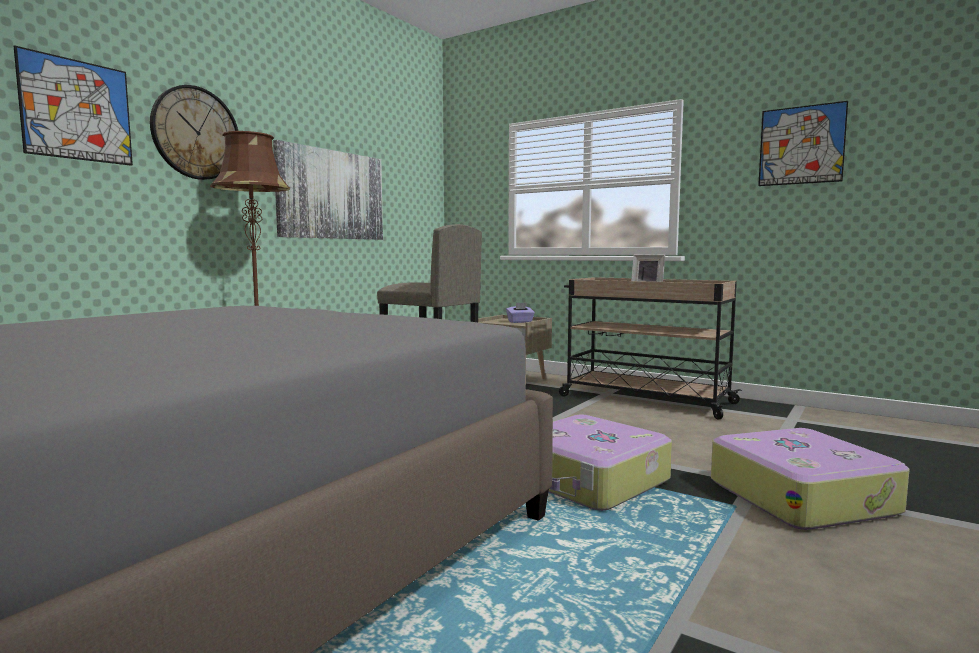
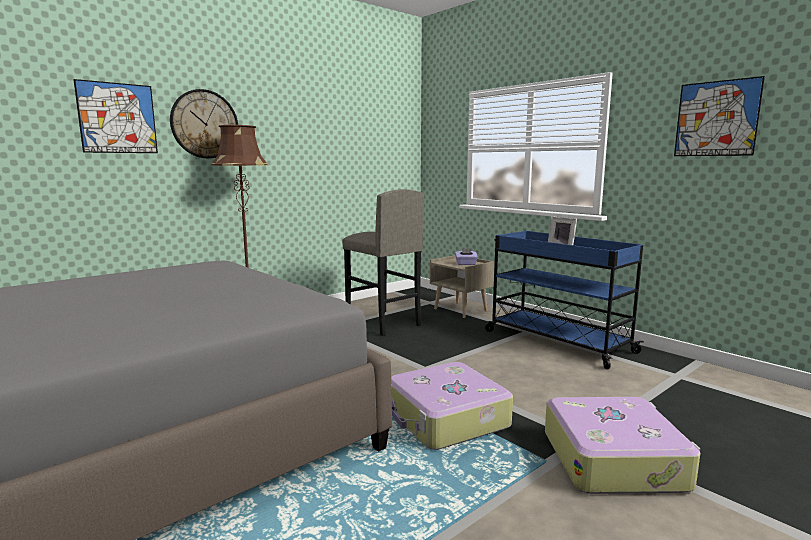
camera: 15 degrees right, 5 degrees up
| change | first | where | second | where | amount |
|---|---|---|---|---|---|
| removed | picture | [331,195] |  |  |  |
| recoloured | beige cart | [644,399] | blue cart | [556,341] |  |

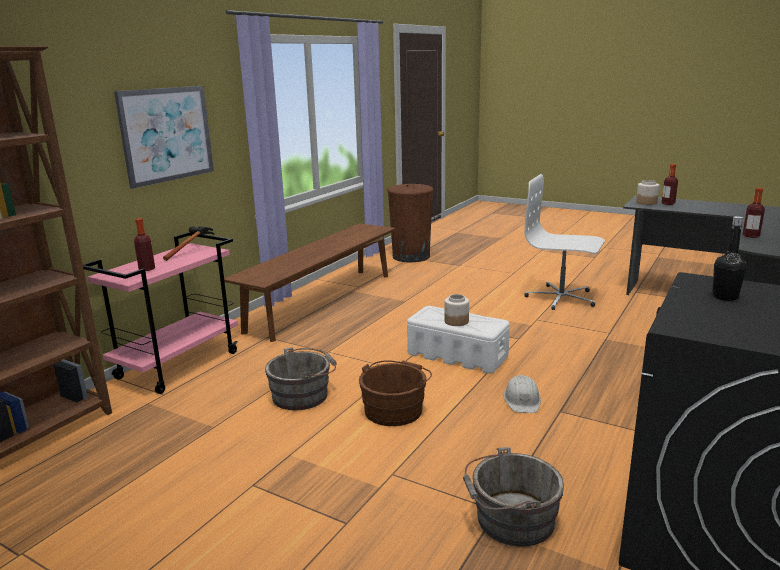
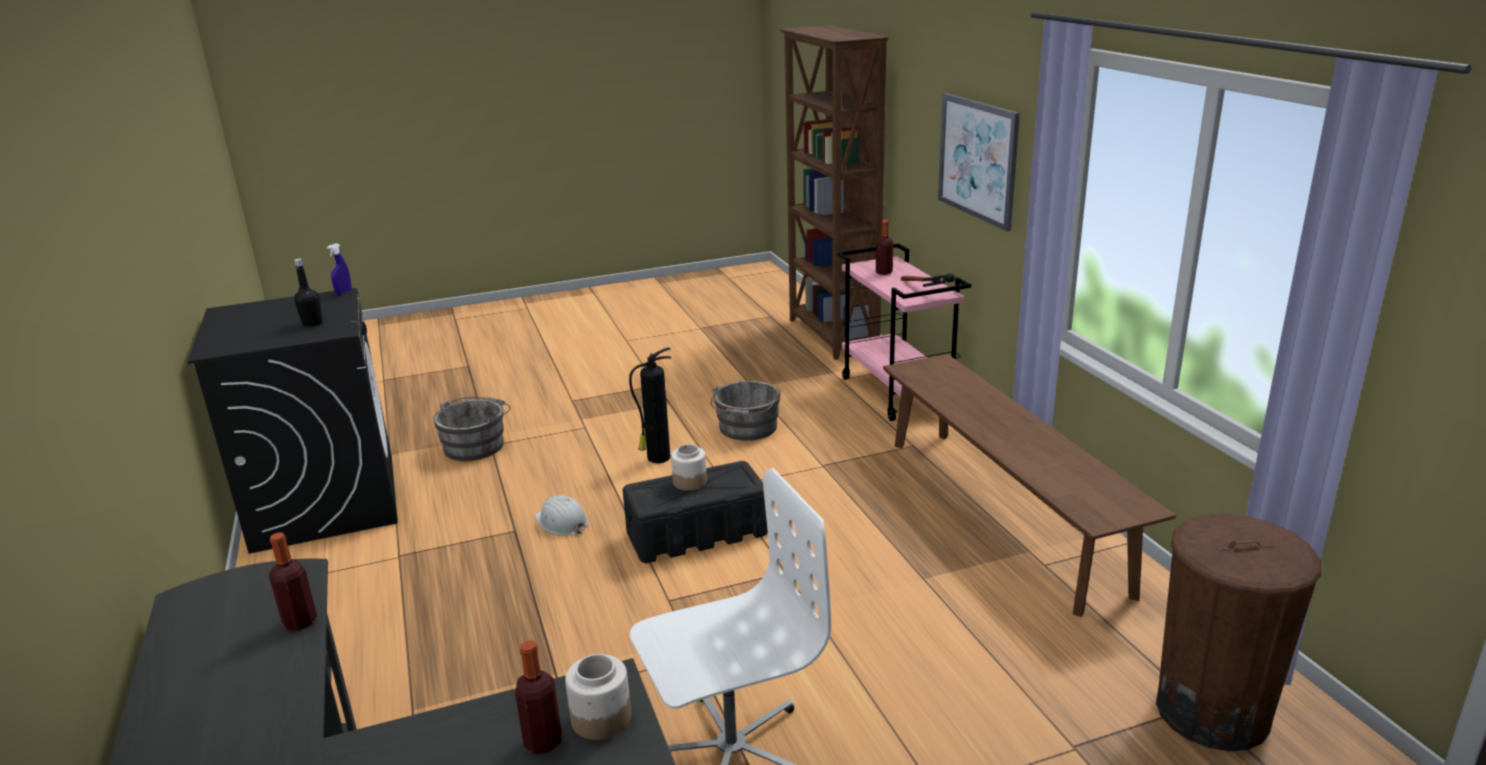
camera: 130 degrees right, 5 degrees up
| change | first | where | second | where | amount |
|---|---|---|---|---|---|
| replaced | brown bucket | [395,409] | fire extinguisher | [657,458] |  |
| recoloured | white storage box | [456,355] | black storage box | [698,533] |  |
| added |  |  | blue spray bottle | [343,292] |  |

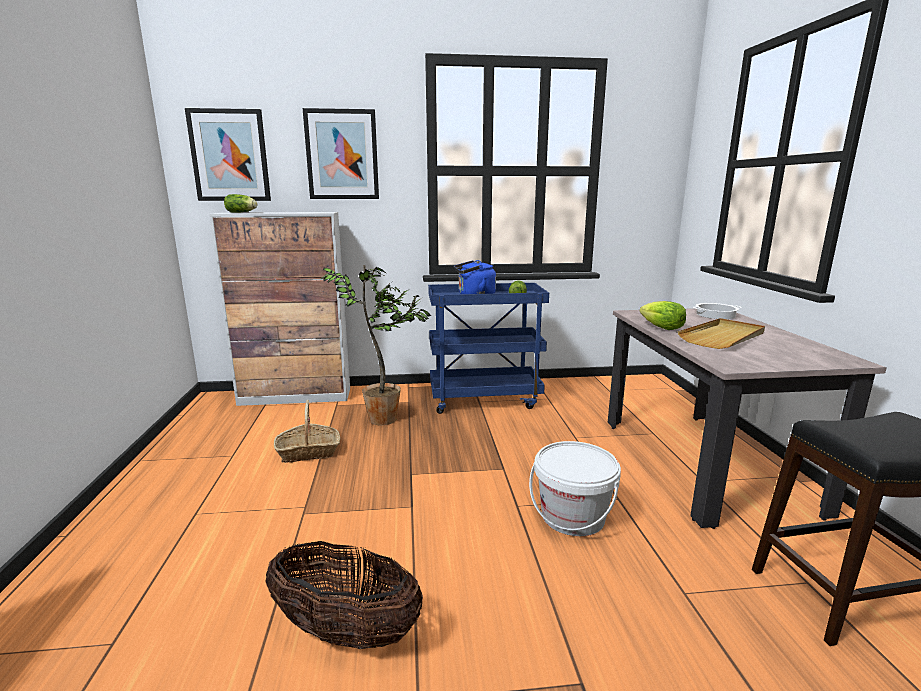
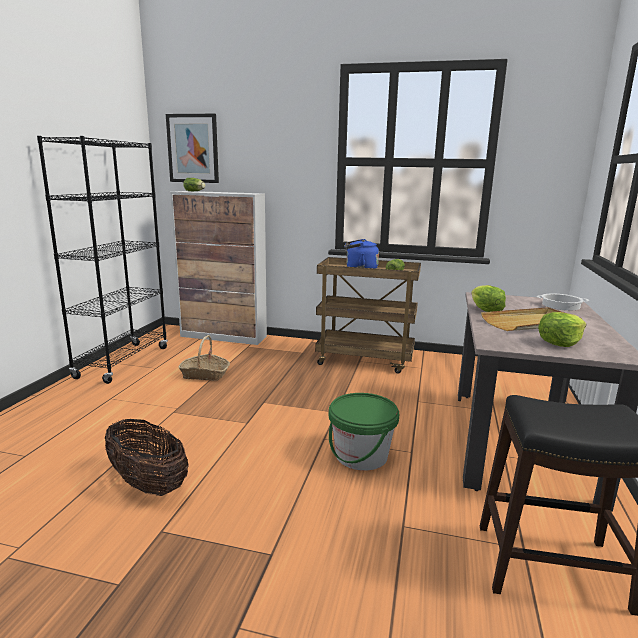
camera: 20 degrees right, 0 degrees up
| change | first | where | second | where | amount |
|---|---|---|---|---|---|
| removed | picture | [342,155] |  |  |  |
| removed | potted plant | [387,419] |  |  |  |
| recoloured | blue cart | [485,399] | brown cart | [366,360] |  |
| recoloured | white bucket | [572,516] | green bucket | [361,455] |  |
| added |  |  | black bookcase | [123,362] |  |
| added |  |  | lettuce | [560,342] |  |

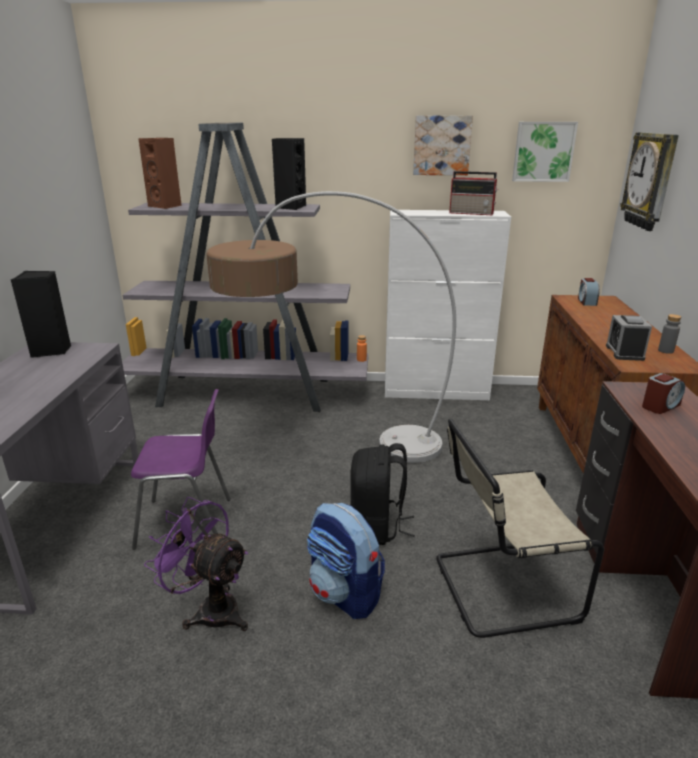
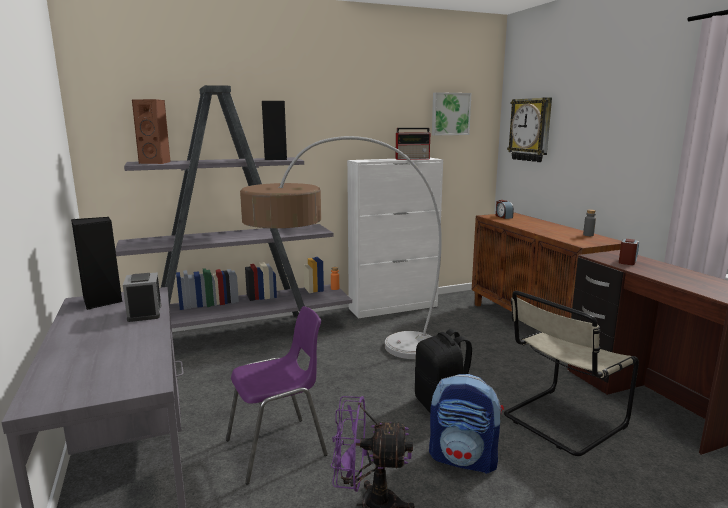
camera: 25 degrees left, 10 degrees down
| change | first | where | second | where | amount |
|---|---|---|---|---|---|
| removed | picture | [441,145] |  |  |  |
| moved | alarm clock | [624,352] |  | [144,313] |  |

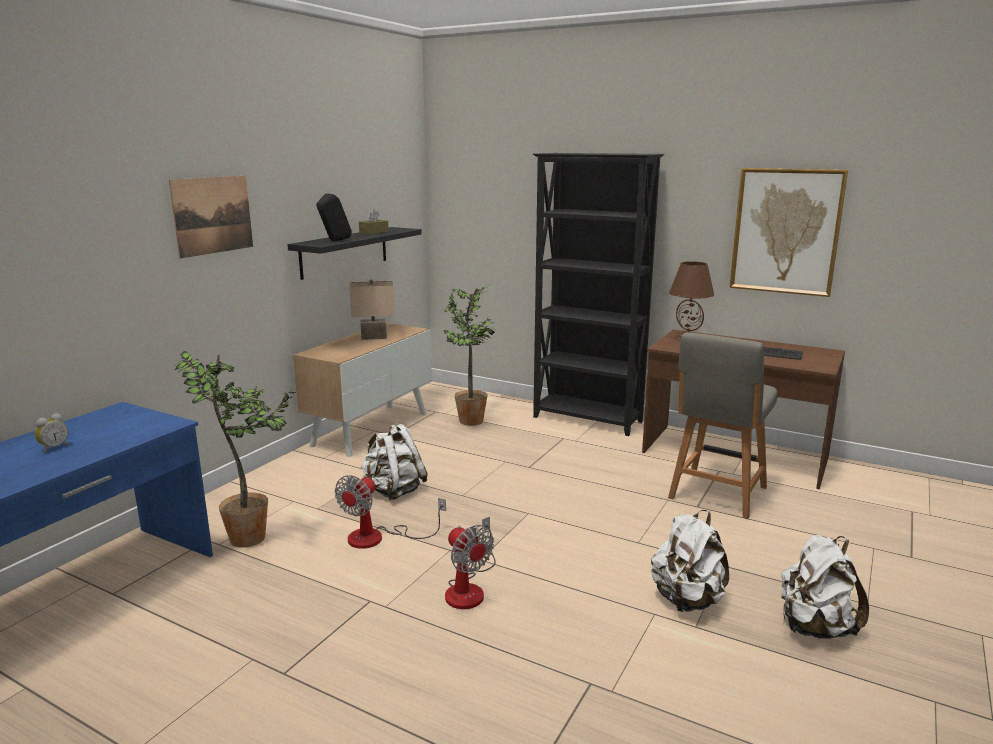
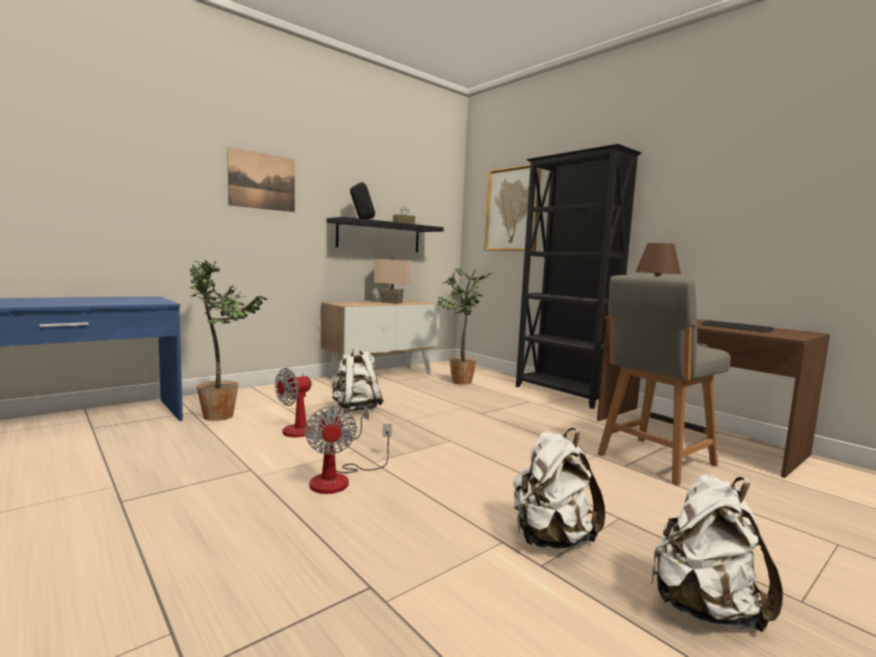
camera: 20 degrees right, 10 degrees down
| change | first | where | second | where | amount |
|---|---|---|---|---|---|
| removed | alarm clock | [53,448] |  |  |  |
| moved | picture | [786,231] |  | [512,209] |  |

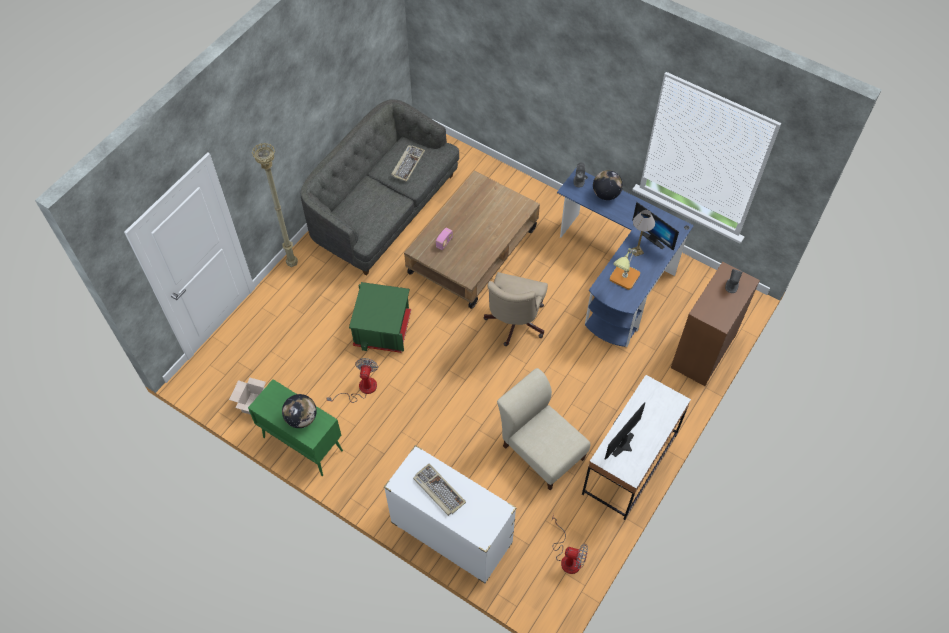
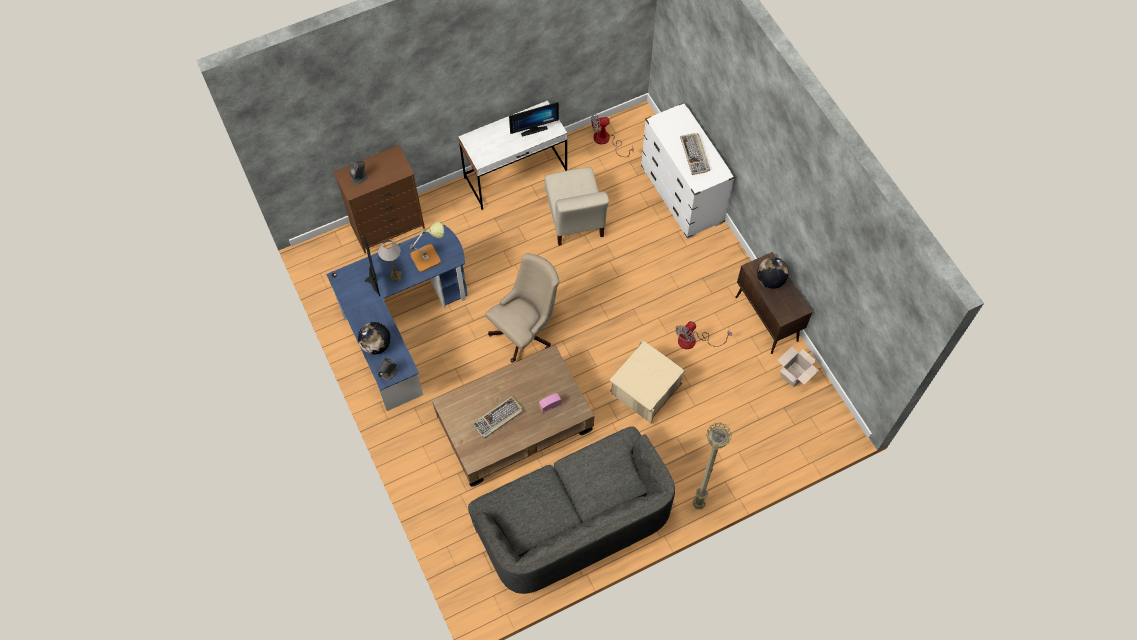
camera: 150 degrees left, 5 degrees up
| change | first | where | second | where | amount |
|---|---|---|---|---|---|
| recoloured | green cabinet | [302,443] | brown cabinet | [767,319] |  |
| recoloured | green storage box | [383,327] | beige storage box | [644,389] |  |
| moved | keyboard | [407,164] |  | [498,418] |  |
| turned | fan | [568,557] |  | [606,141] | 60 degrees counterclockwise |

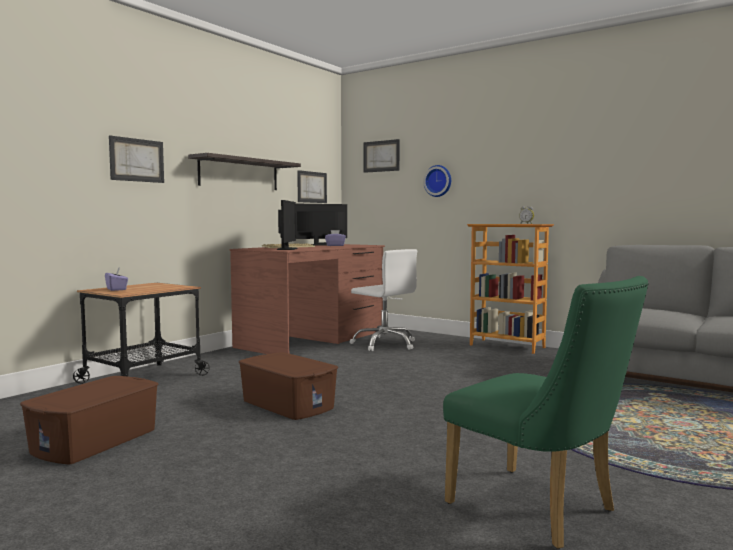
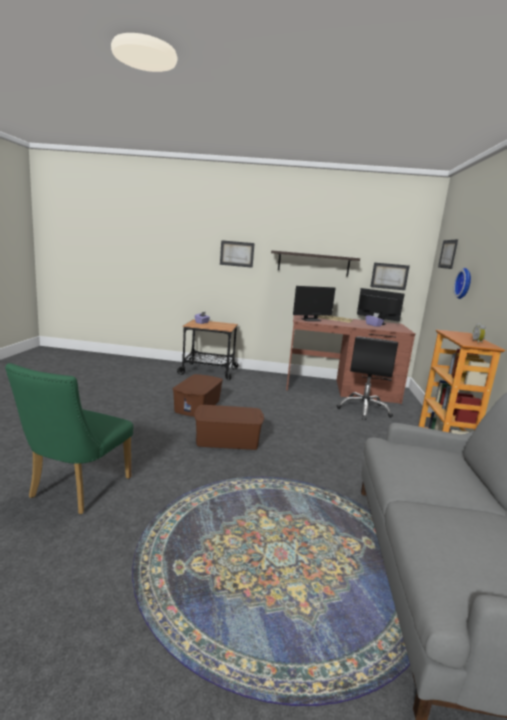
camera: 60 degrees right, 10 degrees up
| change | first | where | second | where | amount |
|---|---|---|---|---|---|
| moved | brown storage box | [96,441] |  | [227,440] |  |
| recoloured | white office chair | [385,344] | black office chair | [364,410] |  |

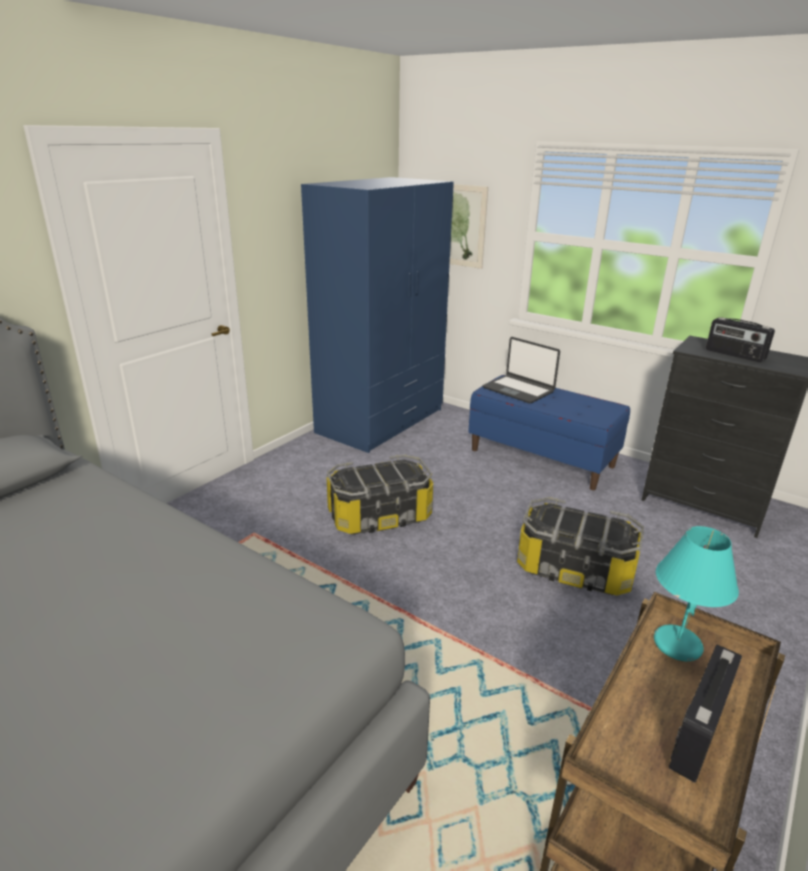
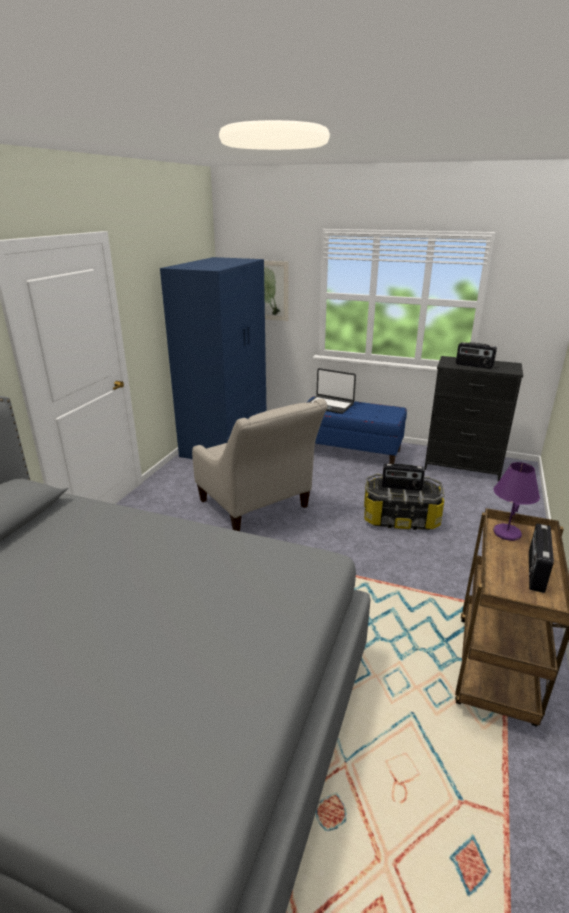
camera: 15 degrees left, 0 degrees up
| change | first | where | second | where | amount |
|---|---|---|---|---|---|
| replaced | storage box | [379,516] | beige armchair | [257,507] |  |
| recoloured | turquoise table lamp | [676,644] | purple table lamp | [506,533] |  |
| added |  |  | radio | [401,487] |  |

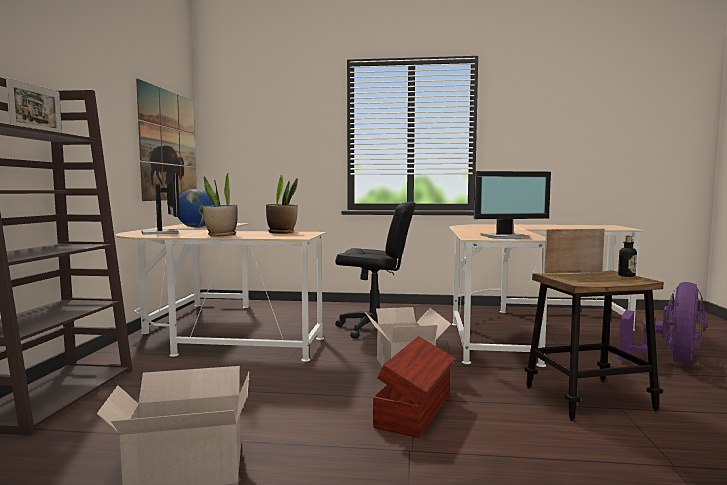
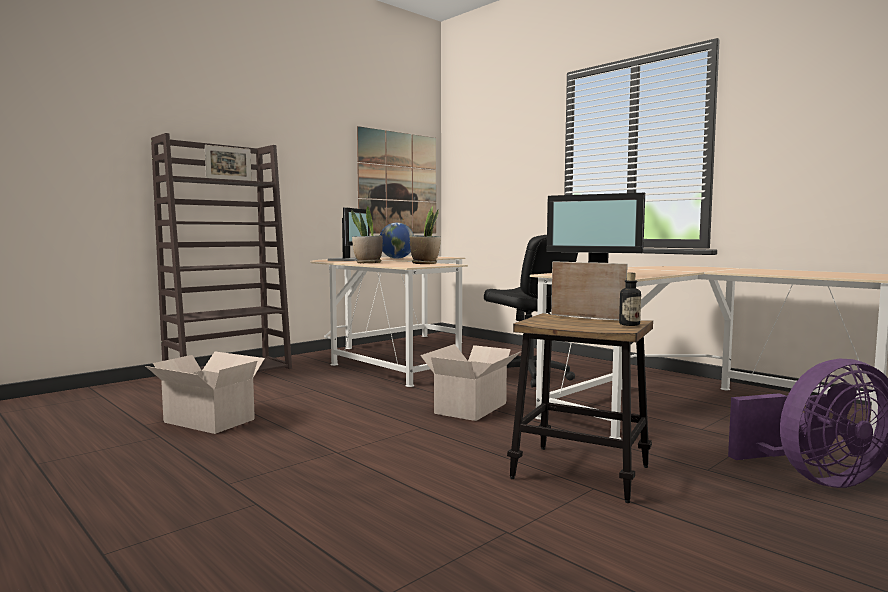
camera: 40 degrees right, 0 degrees up
| change | first | where | second | where | amount |
|---|---|---|---|---|---|
| removed | brown storage box | [415,411] |  |  |  |

